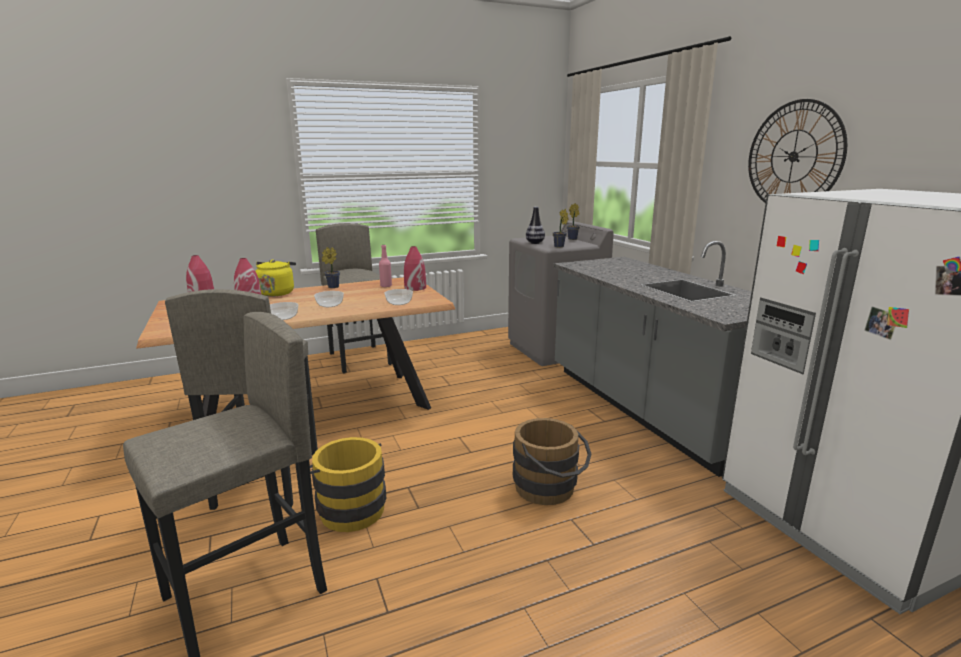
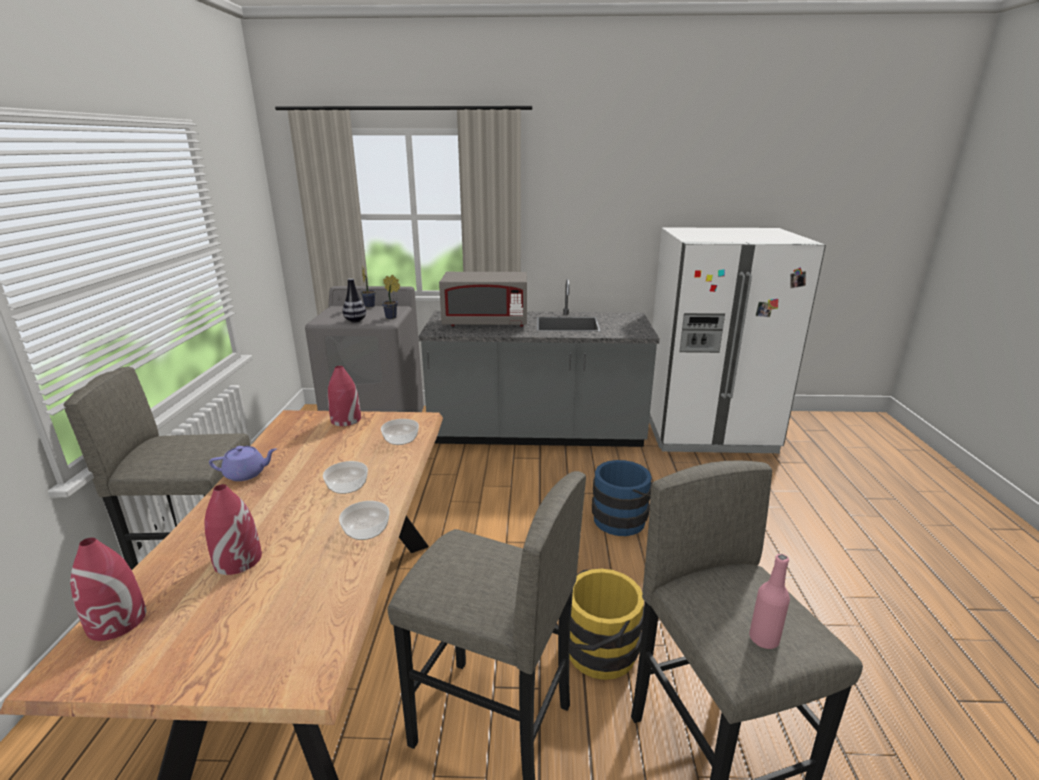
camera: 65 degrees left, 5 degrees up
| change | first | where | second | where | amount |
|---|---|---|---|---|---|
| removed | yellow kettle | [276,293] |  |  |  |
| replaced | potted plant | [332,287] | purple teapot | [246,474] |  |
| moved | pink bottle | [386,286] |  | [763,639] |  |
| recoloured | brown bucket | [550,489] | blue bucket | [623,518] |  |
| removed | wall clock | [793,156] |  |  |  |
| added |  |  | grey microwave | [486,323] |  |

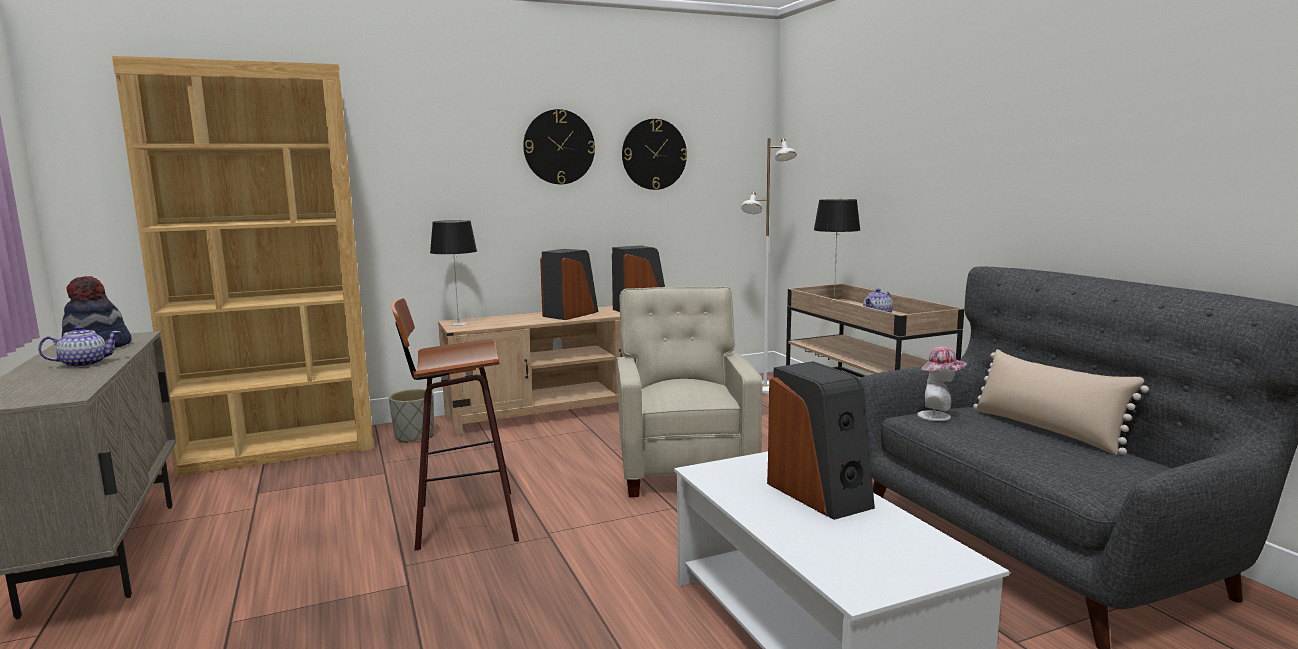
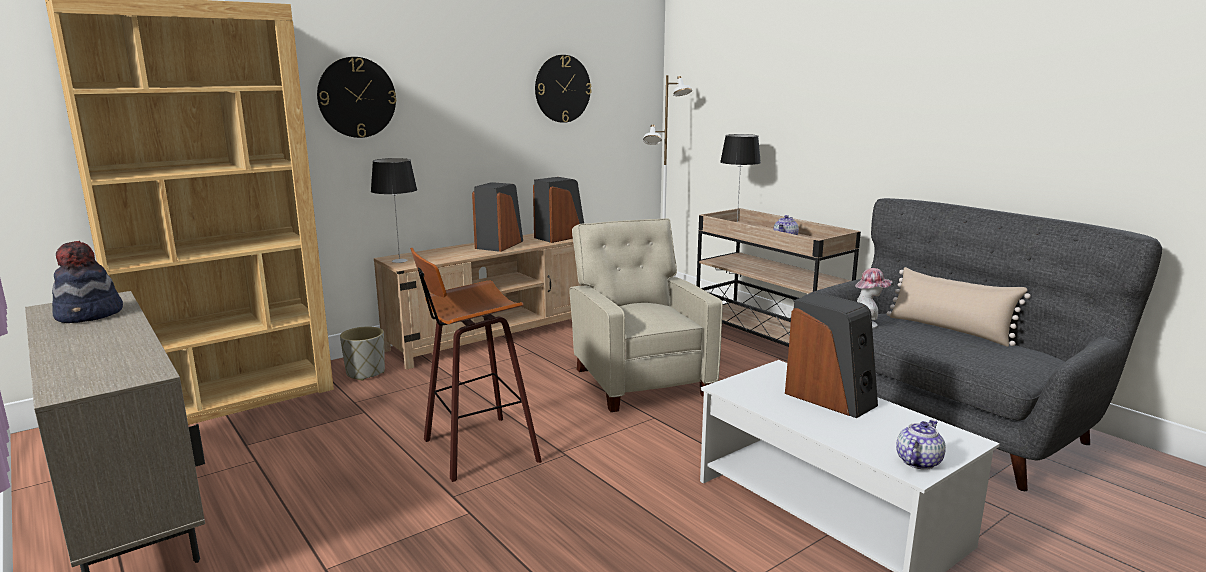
camera: 15 degrees left, 5 degrees up
| change | first | where | second | where | amount |
|---|---|---|---|---|---|
| moved | teapot | [85,364] |  | [917,461] |  |
| moved | wall clock | [559,147] |  | [357,97] |  |

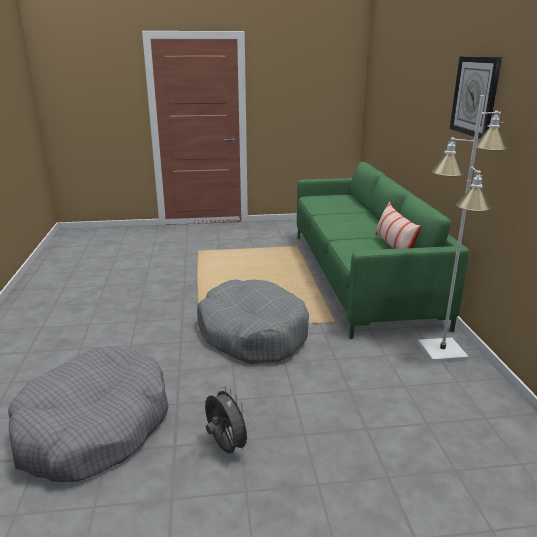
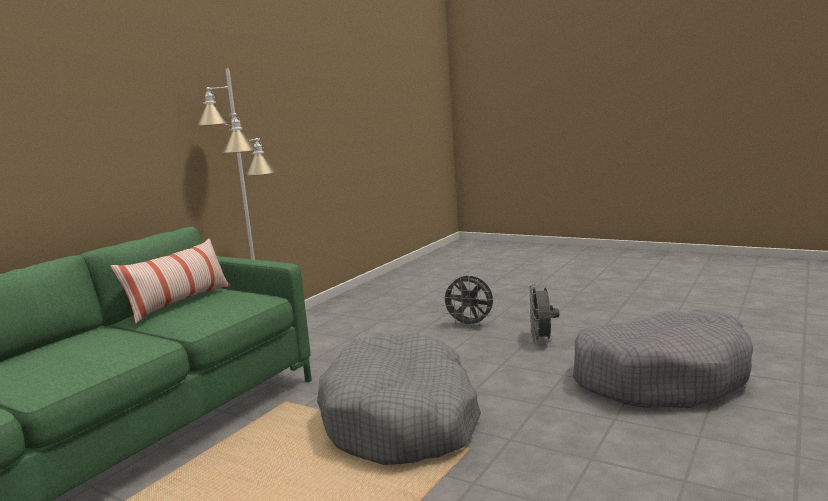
camera: 140 degrees left, 10 degrees down
| change | first | where | second | where | amount |
|---|---|---|---|---|---|
| removed | wall clock | [475,96] |  |  |  |
| added |  |  | grey fan | [470,325] |  |

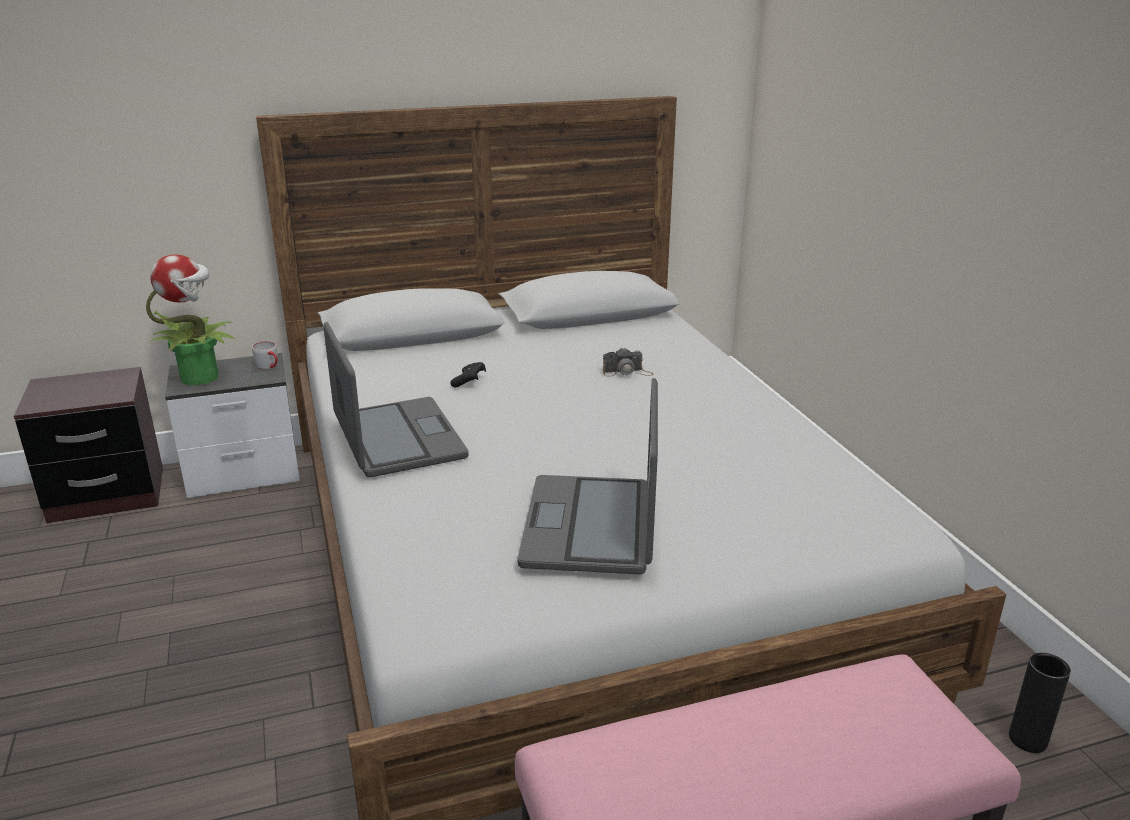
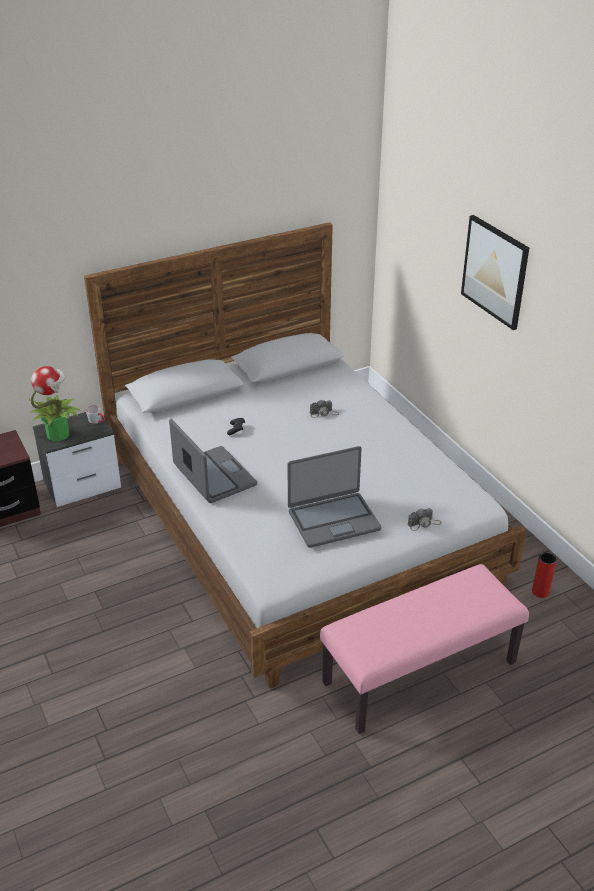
camera: 10 degrees left, 10 degrees up
| change | first | where | second | where | amount |
|---|---|---|---|---|---|
| turned | laptop | [591,526] |  | [333,520] | 105 degrees counterclockwise |
| recoloured | black vase | [1027,739] | red vase | [540,591] |  |
| added |  |  | photo camera | [424,523] |  |
| added |  |  | picture | [495,271] |  |

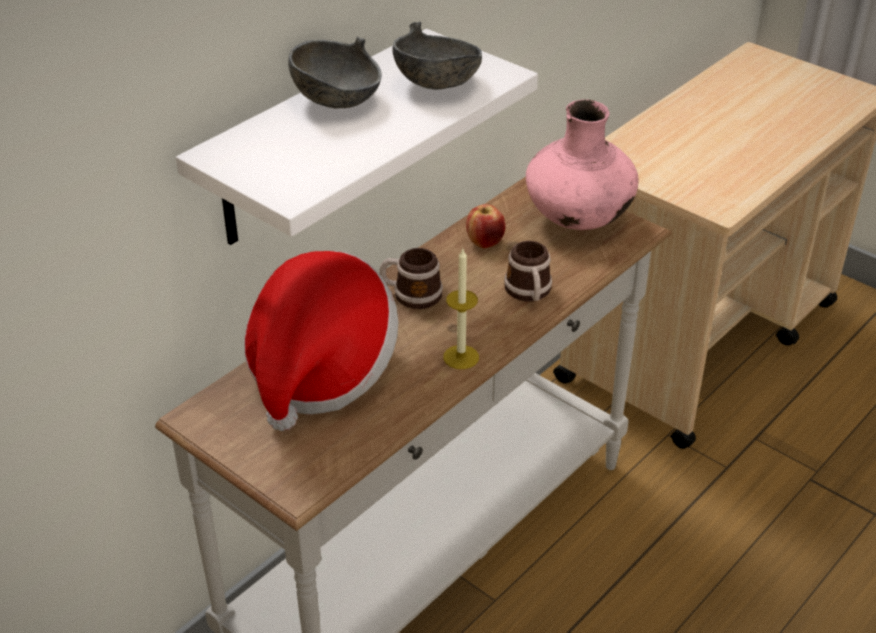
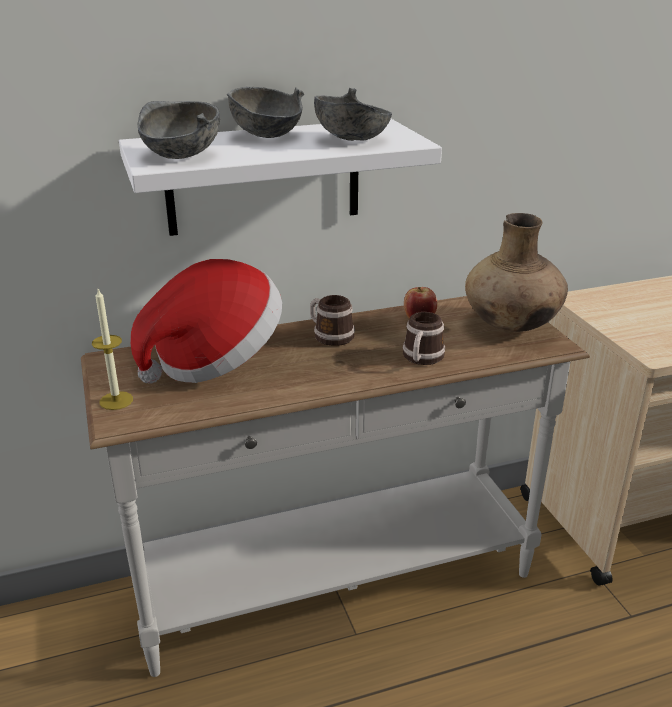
camera: 30 degrees right, 10 degrees down
| change | first | where | second | where | amount |
|---|---|---|---|---|---|
| moved | candle | [461,357] |  | [116,400] |  |
| recoloured | pink vase | [578,218] | brown vase | [511,325] |  |
| added |  |  | grey bowl | [181,155] |  |

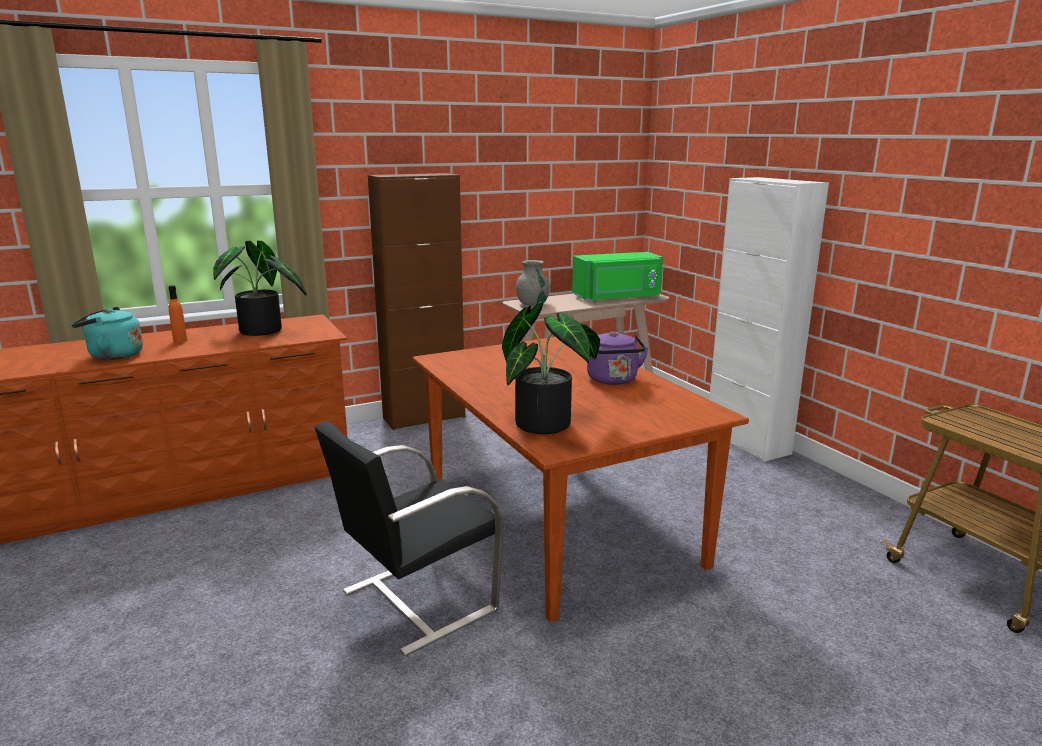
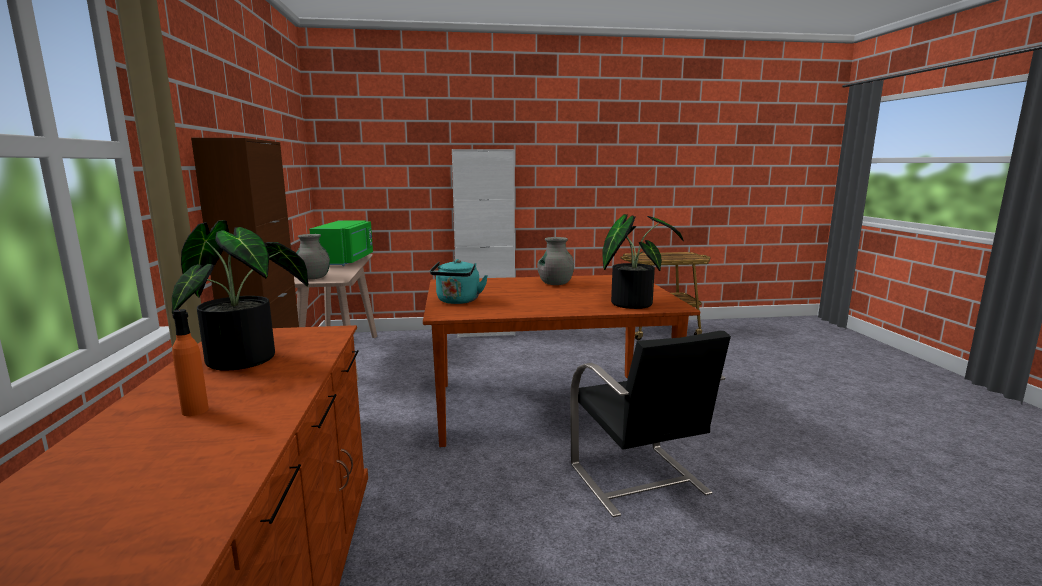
camera: 70 degrees left, 5 degrees down
| change | first | where | second | where | amount |
|---|---|---|---|---|---|
| moved | turquoise kettle | [112,356] |  | [457,301] |  |
| replaced | purple kettle | [613,380] | grey vase | [555,283] |  |

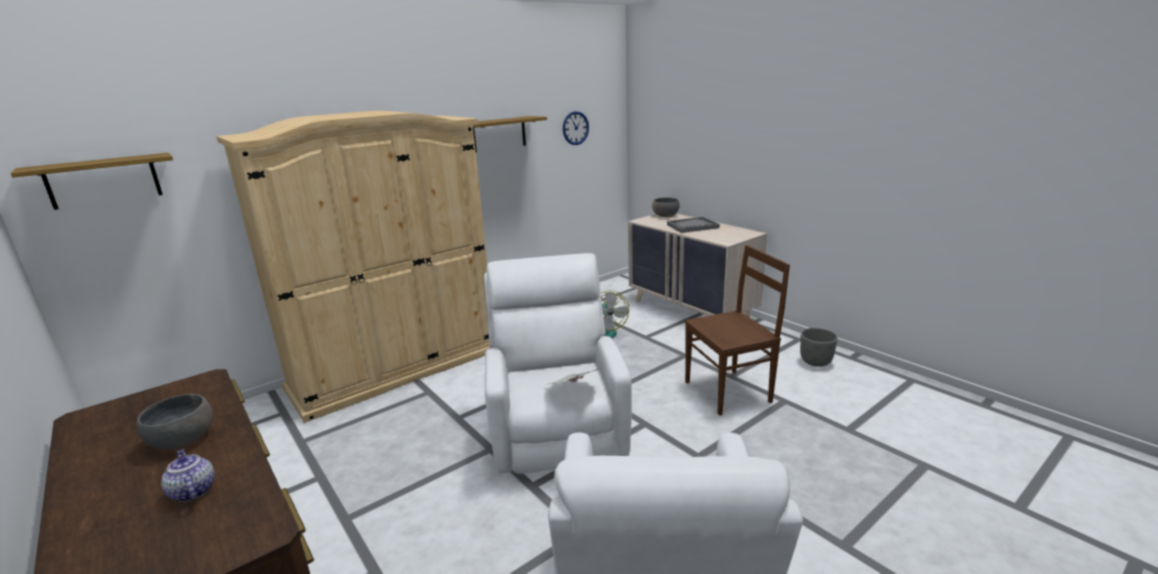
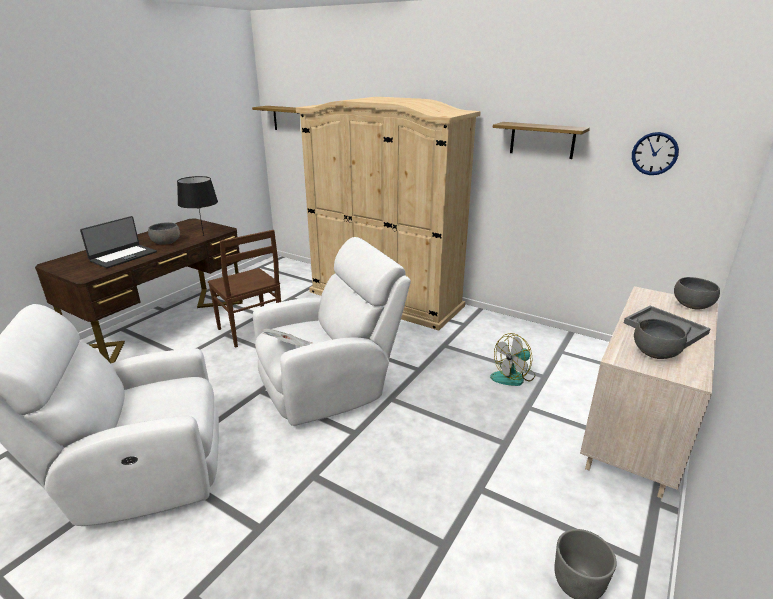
camera: 70 degrees right, 5 degrees up
| change | first | where | second | where | amount |
|---|---|---|---|---|---|
| replaced | teapot | [192,491] | laptop | [123,256] |  |
| moved | brown chair | [729,391] |  | [251,331] |  |
| added |  |  | black table lamp | [203,236] |  |
| added |  |  | grey bowl | [655,352] |  |

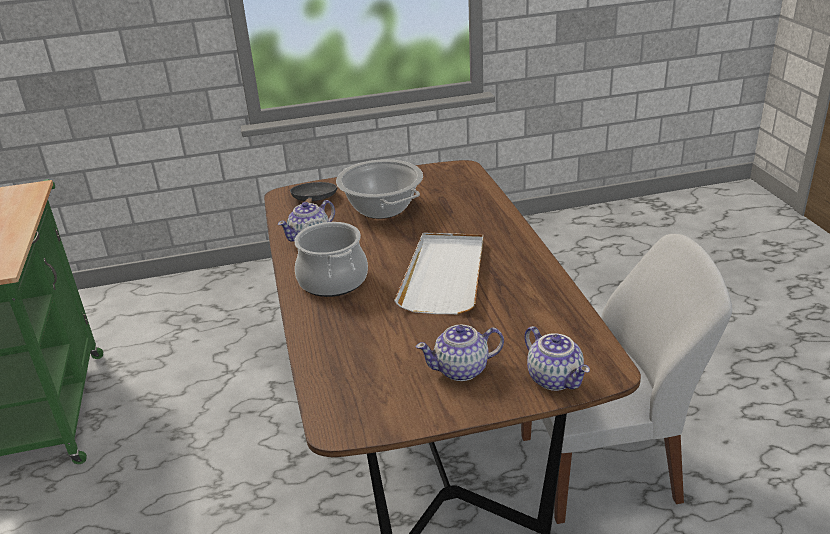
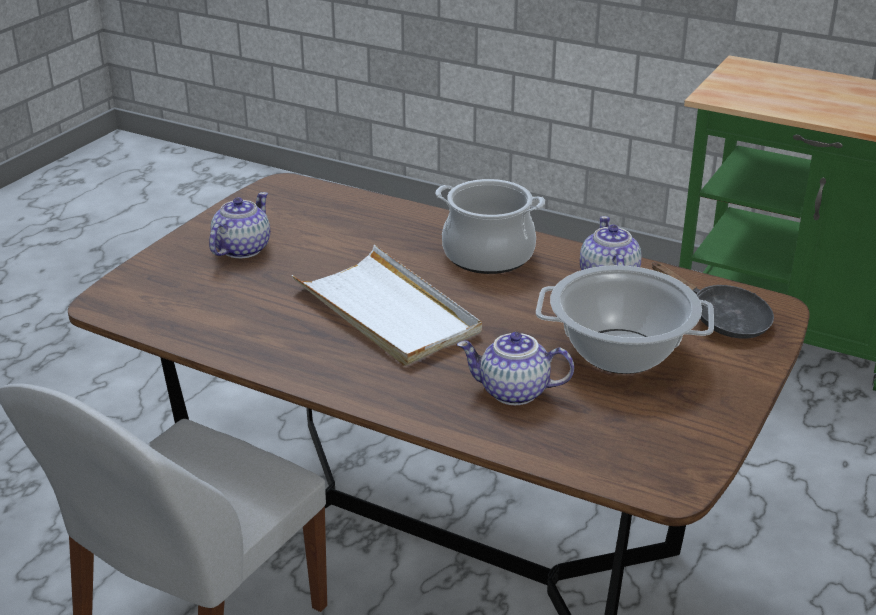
camera: 130 degrees right, 0 degrees up
| change | first | where | second | where | amount |
|---|---|---|---|---|---|
| moved | teapot | [556,379] |  | [513,393] |  |

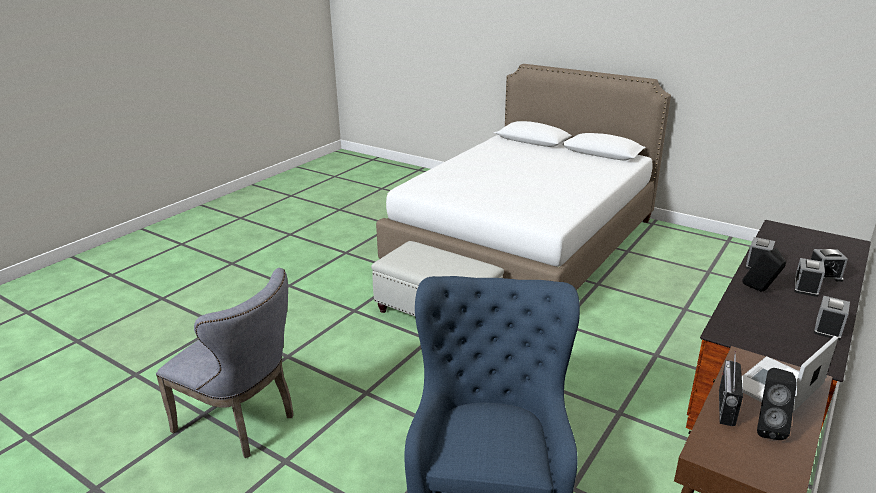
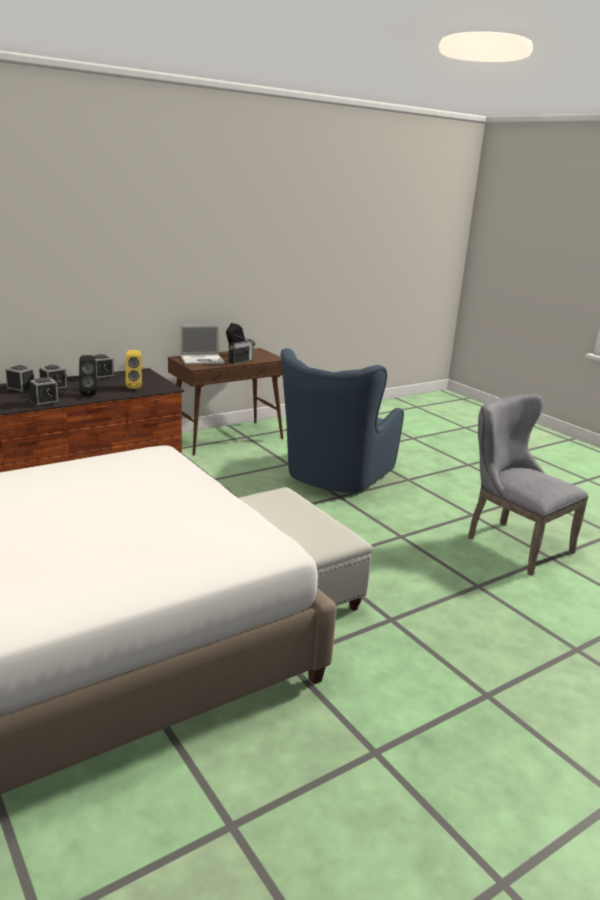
camera: 160 degrees left, 5 degrees down
| change | first | where | second | where | amount |
|---|---|---|---|---|---|
| added |  |  | yellow speaker | [134,387] |  |

